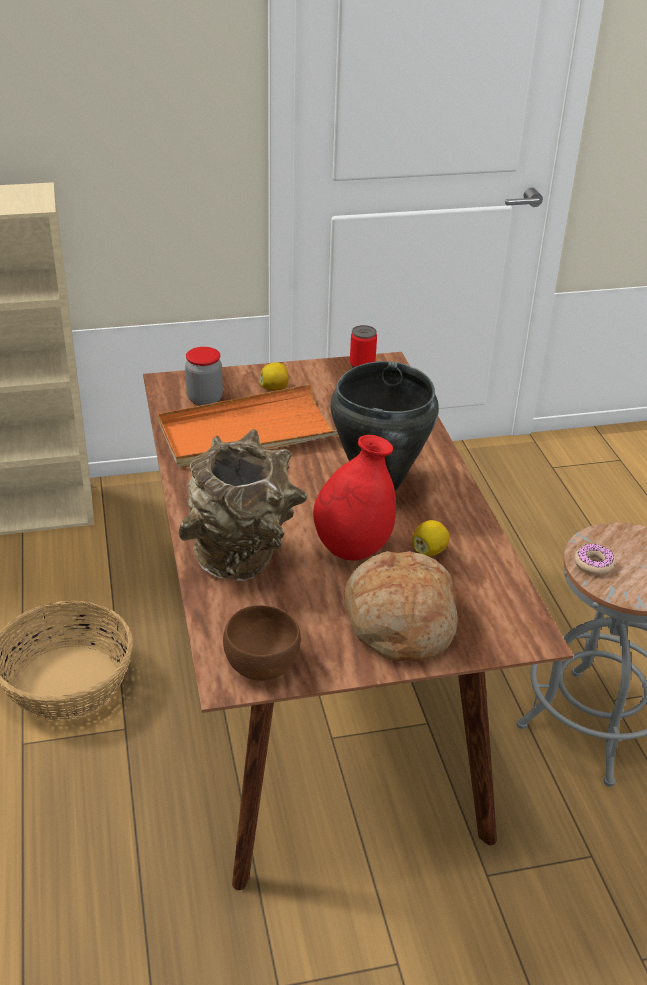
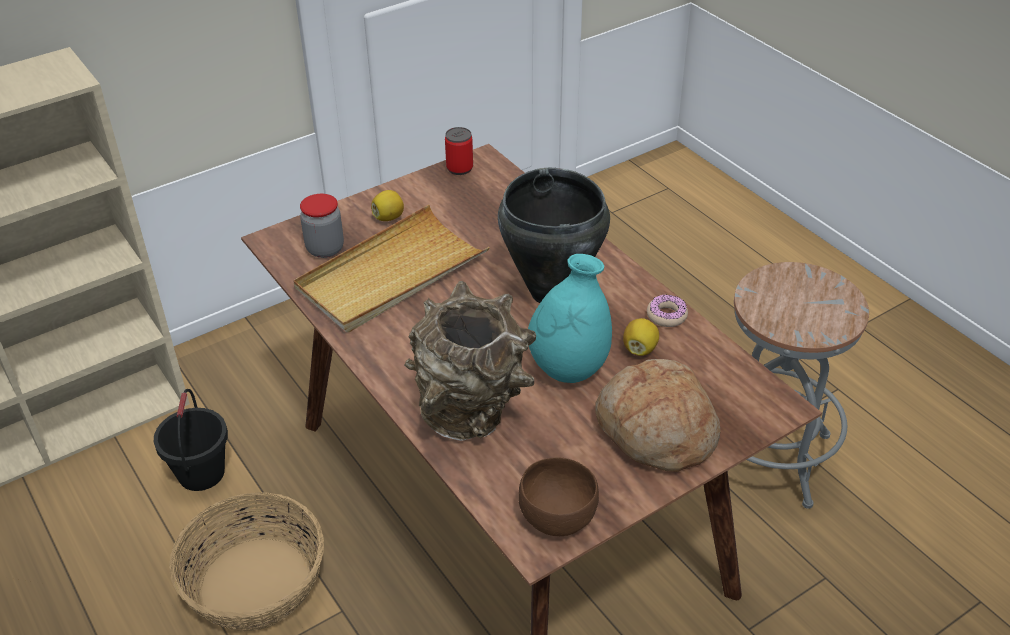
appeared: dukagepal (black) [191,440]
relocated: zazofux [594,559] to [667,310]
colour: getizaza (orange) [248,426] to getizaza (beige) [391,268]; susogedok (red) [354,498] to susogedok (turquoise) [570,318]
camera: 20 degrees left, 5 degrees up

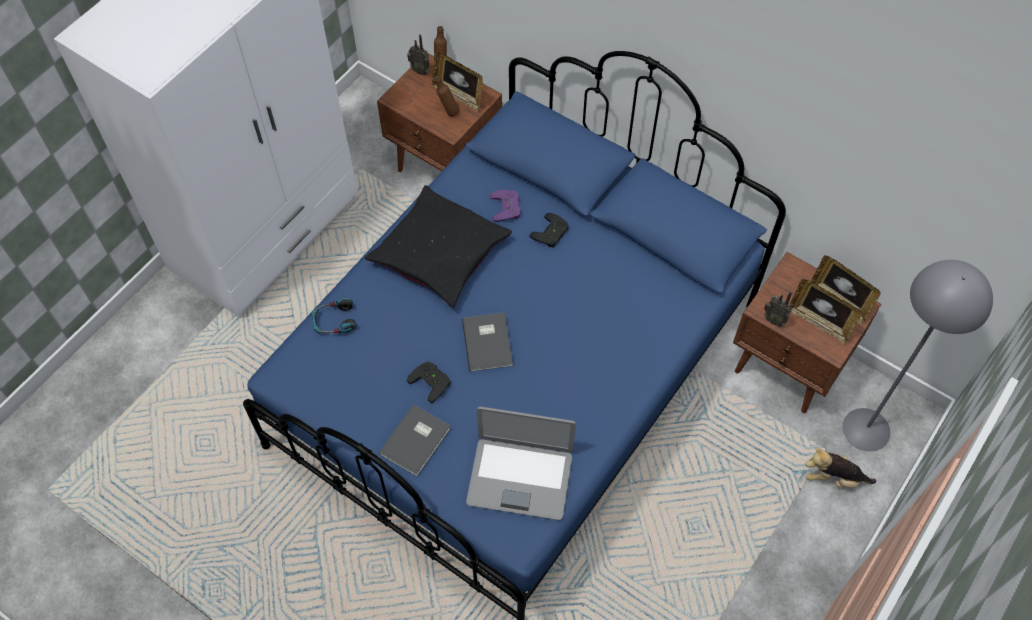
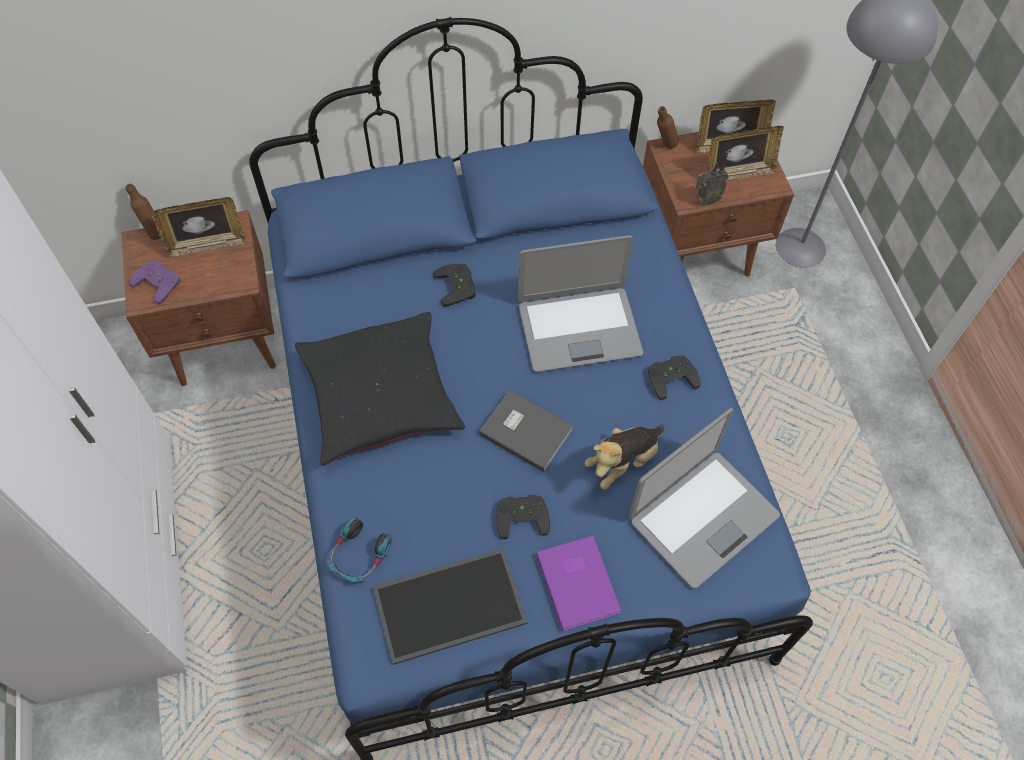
missing: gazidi [418,54]
appeared: getizaza [450,606]; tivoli [580,303]; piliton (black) [674,378]
relocated: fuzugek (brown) [447,96] to [668,127]; piliton (purple) [505,206] to [155,282]; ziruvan [840,467] to [625,457]
colour: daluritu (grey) [415,440] to daluritu (purple) [578,583]
camera: 50 degrees left, 0 degrees up

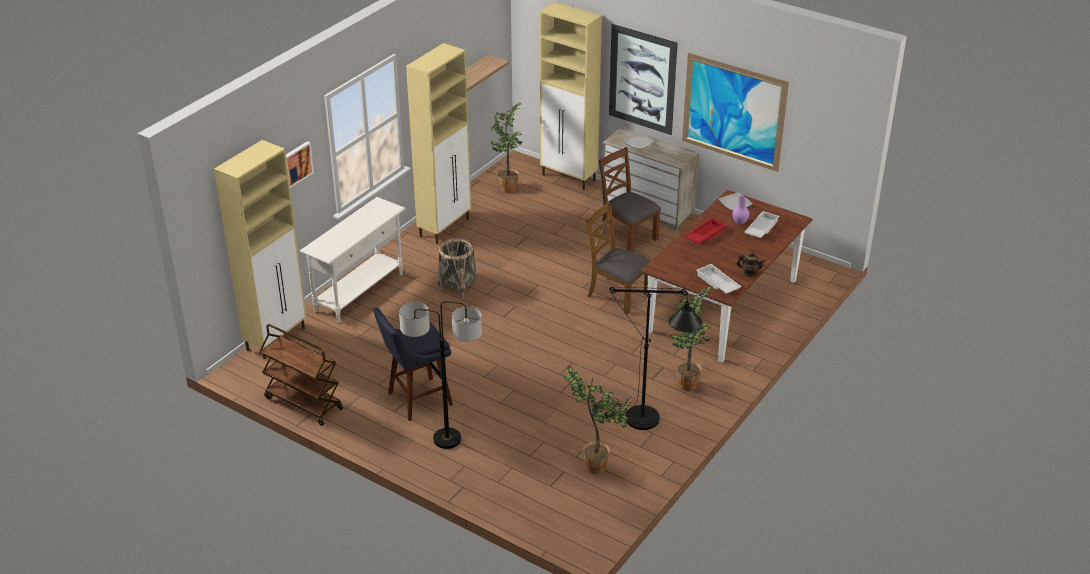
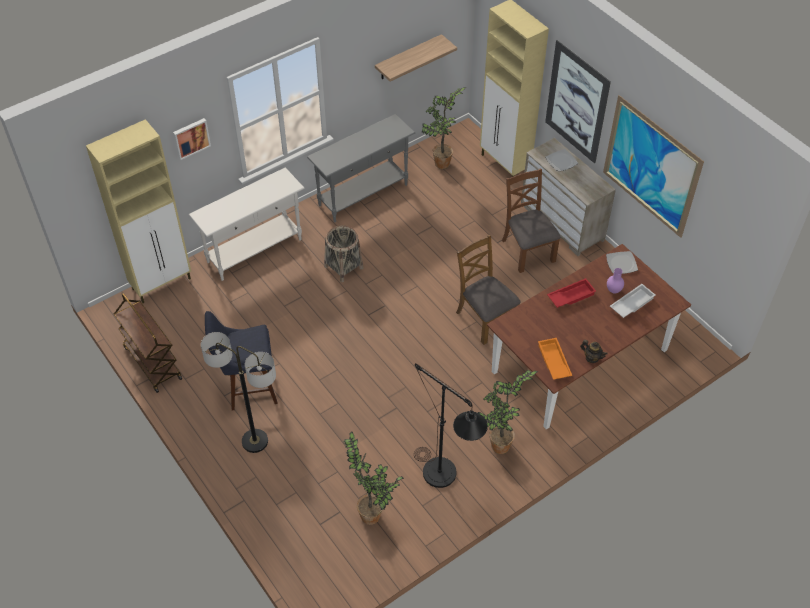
exchanged: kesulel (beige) [438,143] to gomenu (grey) [361,168]
colour: getizaza (white) [719,279] to getizaza (orange) [555,359]
camera: 20 degrees right, 15 degrees up

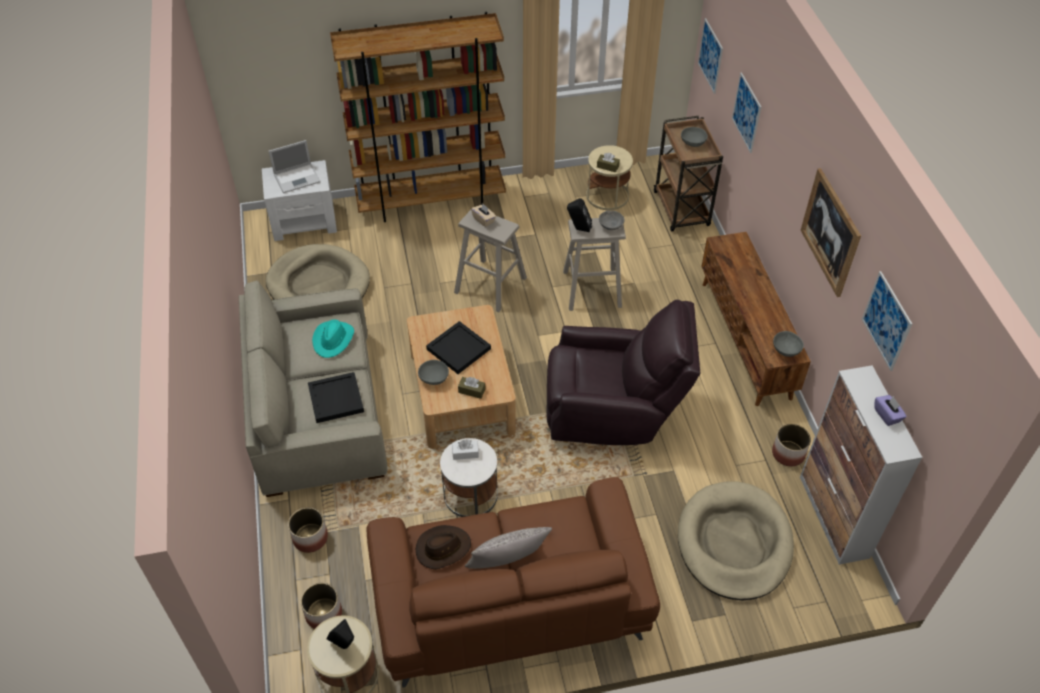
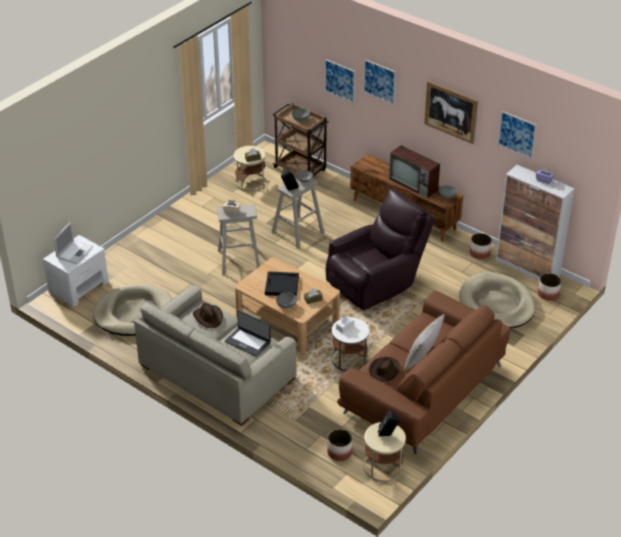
missing: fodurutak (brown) [418,117]
appeared: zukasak [414,172]
relocated: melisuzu [308,530] to [549,287]; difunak [710,56] to [379,82]
exchanged: getizaza (black) [336,397] to tivoli [248,333]
colour: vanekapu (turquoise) [333,338] to vanekapu (brown) [208,315]
camera: 40 degrees left, 10 degrees down

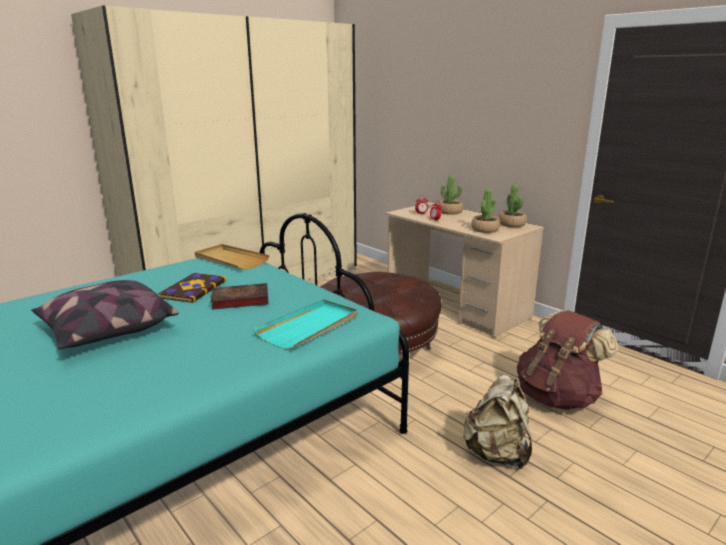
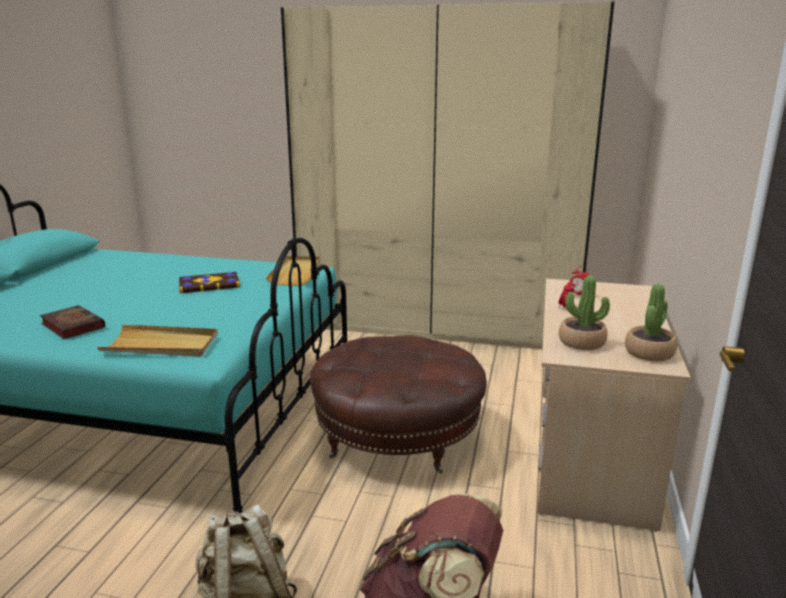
missing: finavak [105,314]; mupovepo [450,195]
relocated: daluritu [240,296] to [72,322]
colour: getizaza (turquoise) [305,324] to getizaza (beige) [157,341]
camera: 55 degrees right, 0 degrees up

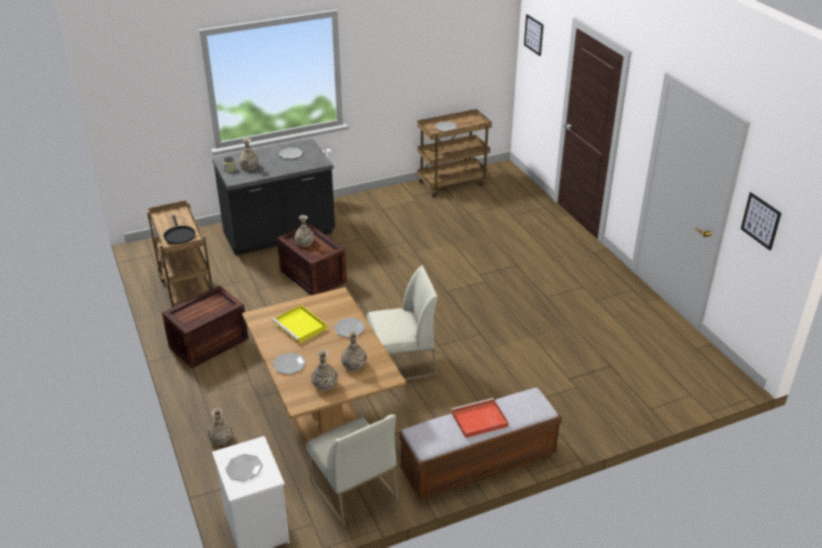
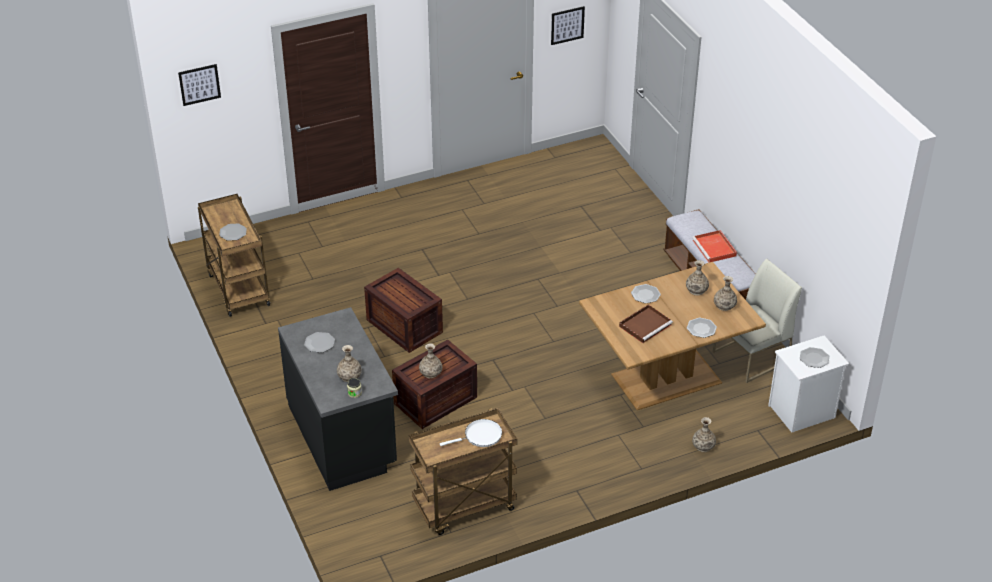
missing: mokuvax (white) [402,323]
relocated: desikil [205,326] to [403,310]
colour: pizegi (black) [179,229] to pizegi (white) [471,433]; getizaza (yellow) [299,324] to getizaza (brown) [646,323]
camera: 90 degrees left, 5 degrees up

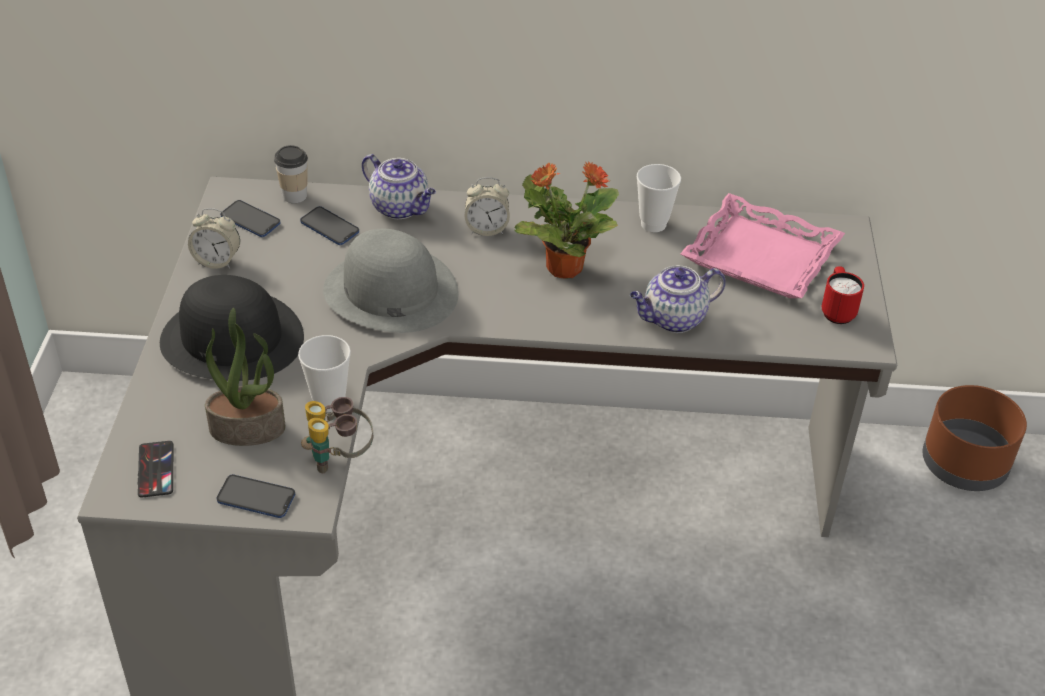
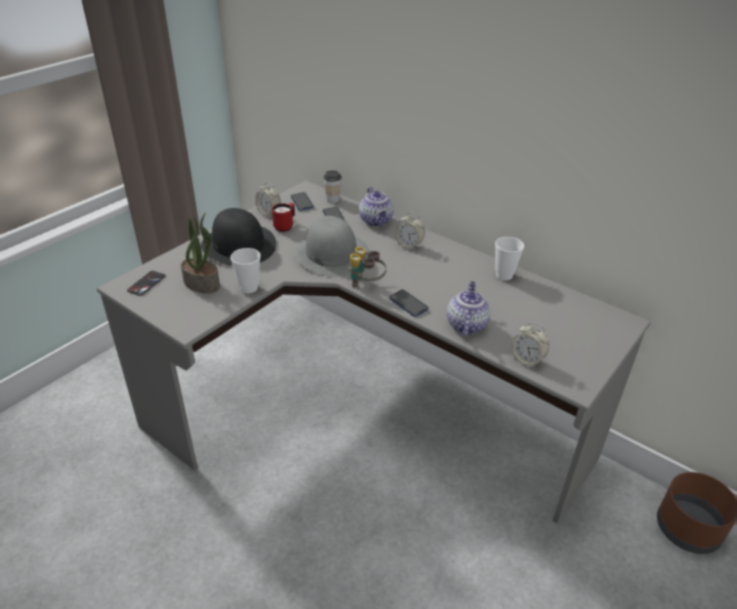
missing: mupovepo [566,220]; getizaza (pink) [762,245]
appeared: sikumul [530,345]
relocated: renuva [255,496] to [409,303]; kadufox [337,435] to [367,267]; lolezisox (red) [843,295] to [283,217]
spun: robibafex [678,299] = [468,308] 90 degrees clockwise
camera: 35 degrees right, 5 degrees down

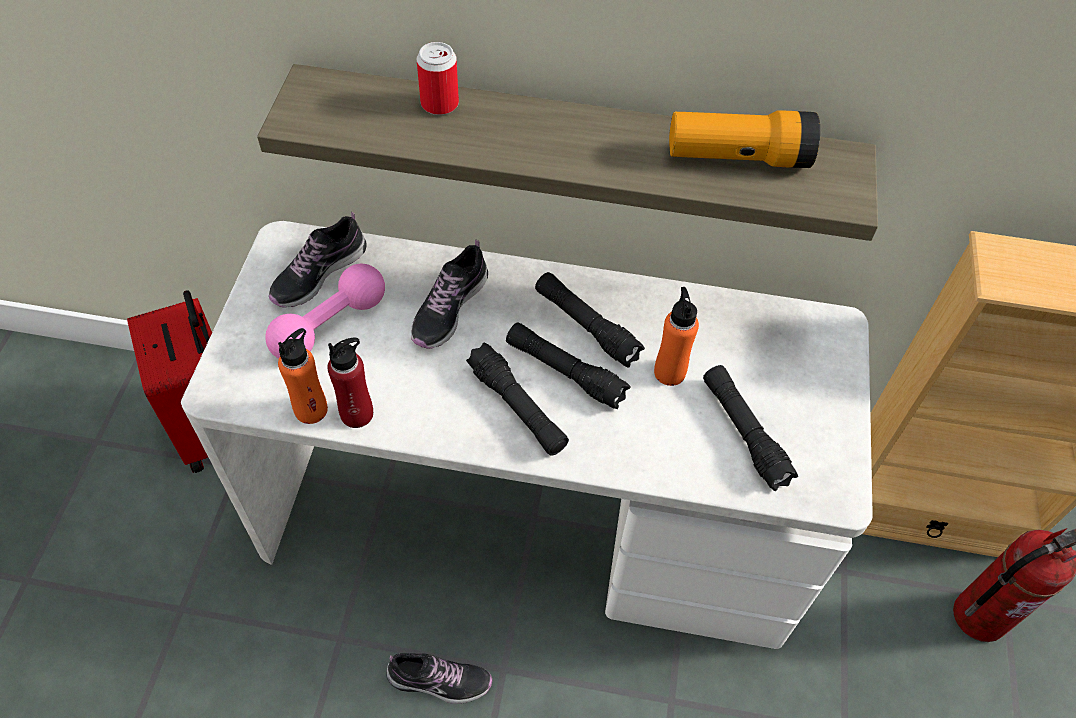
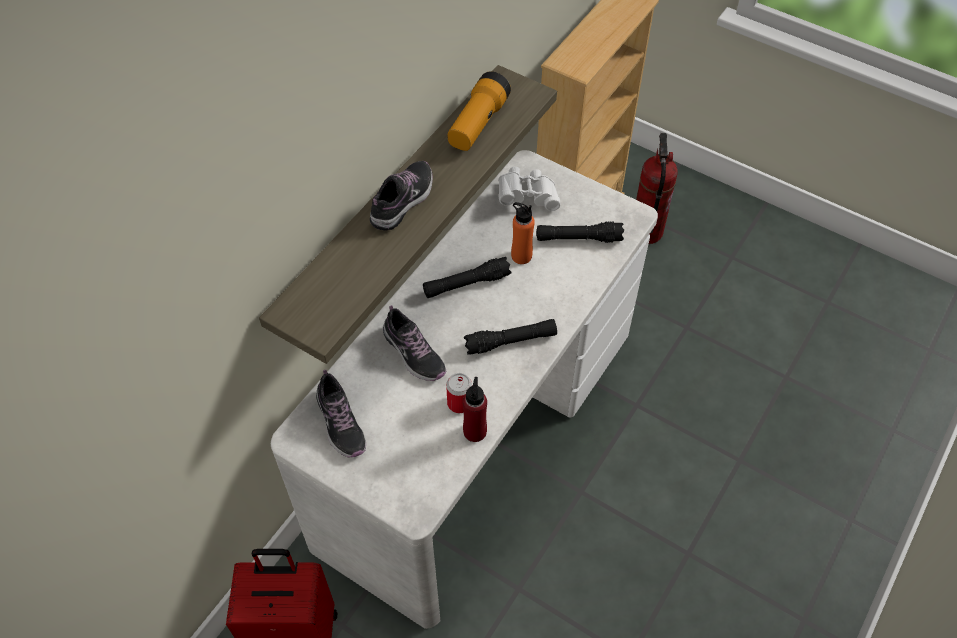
missing: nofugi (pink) [325,311]; fuzugek (orange) [303,376]; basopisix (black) [568,365]
appeared: kadufox (white) [529,189]
relocated: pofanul [439,678] to [401,196]; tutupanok [438,78] to [459,393]
camera: 65 degrees left, 0 degrees up

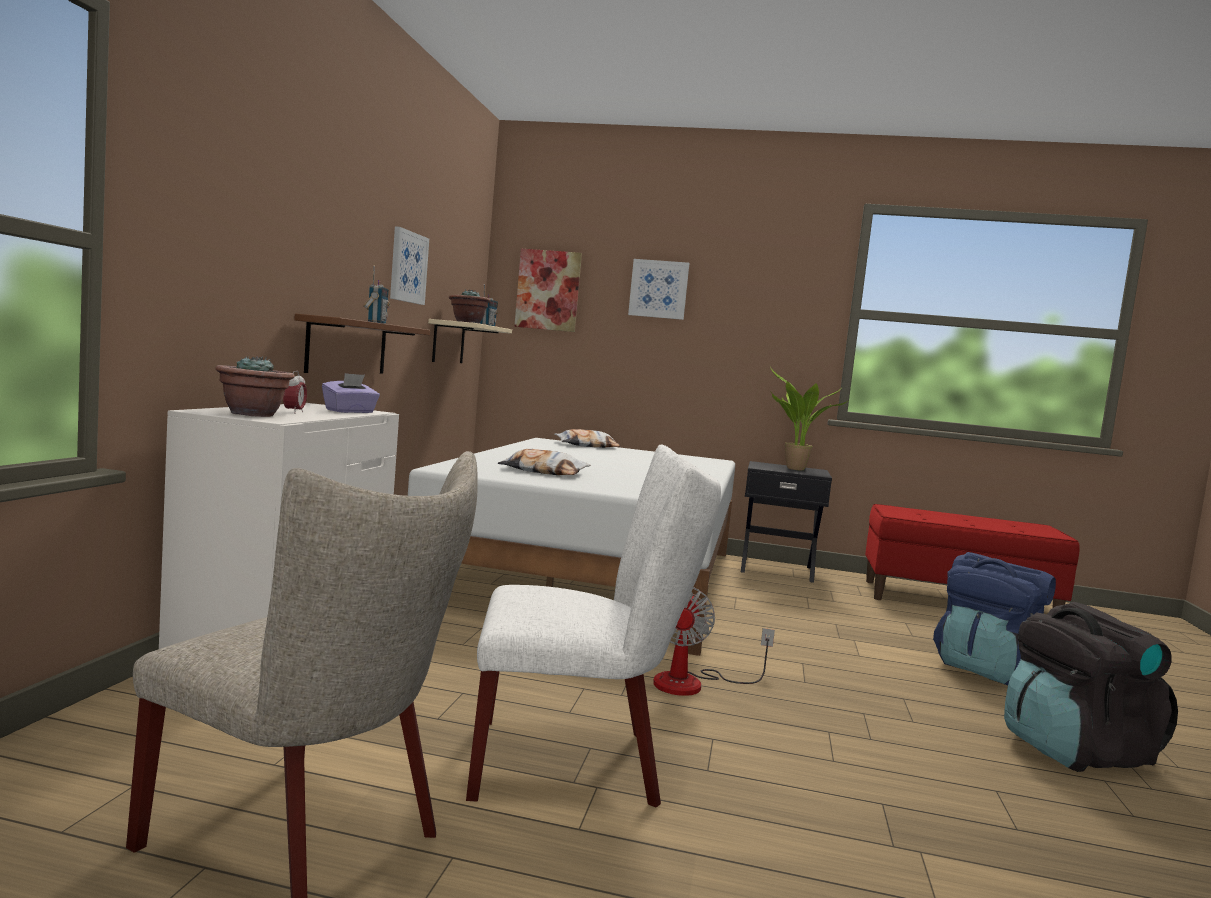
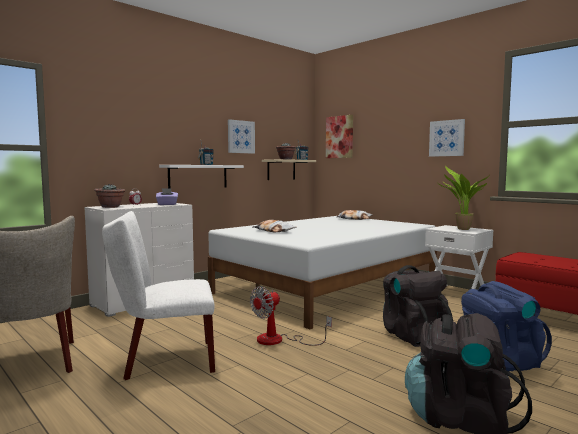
appeared: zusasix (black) [418,306]
relocated: difunak [658,289] to [447,138]
colour: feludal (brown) [362,344] to feludal (white) [201,177]; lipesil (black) [786,522] to lipesil (white) [459,257]
spun: mokuvax (white) [593,625] = [158,295] 135 degrees clockwise
camera: 35 degrees right, 0 degrees up

